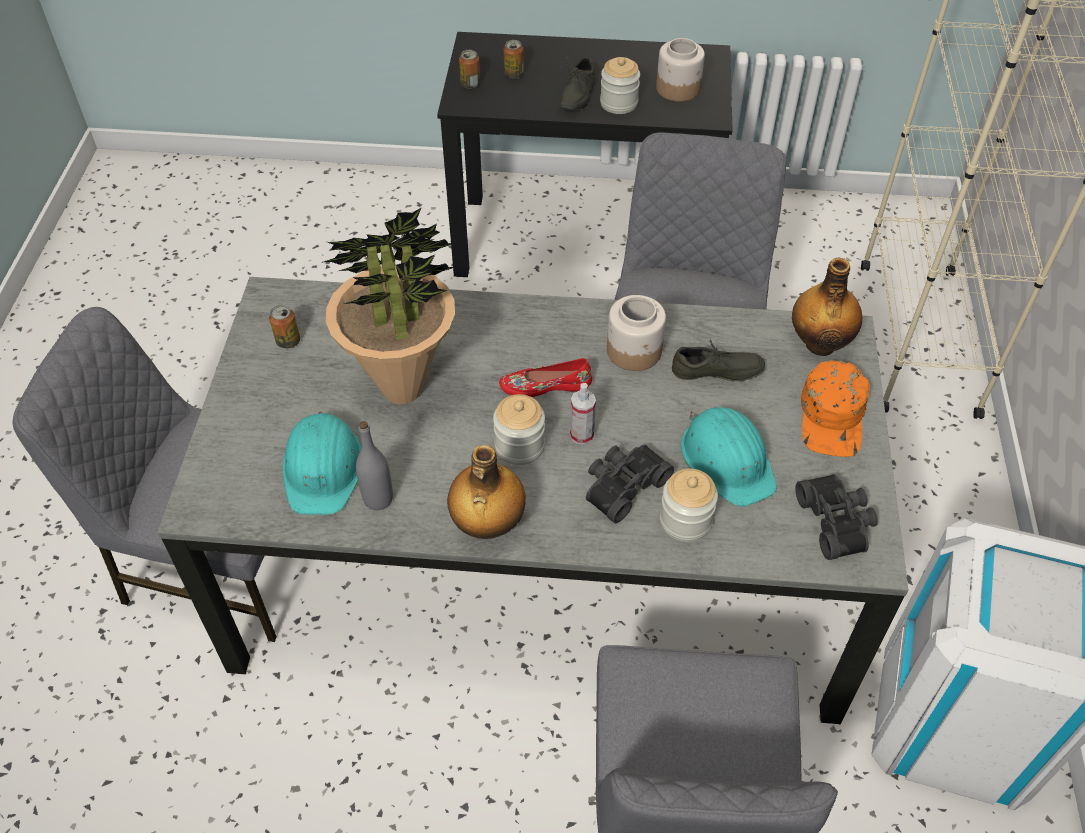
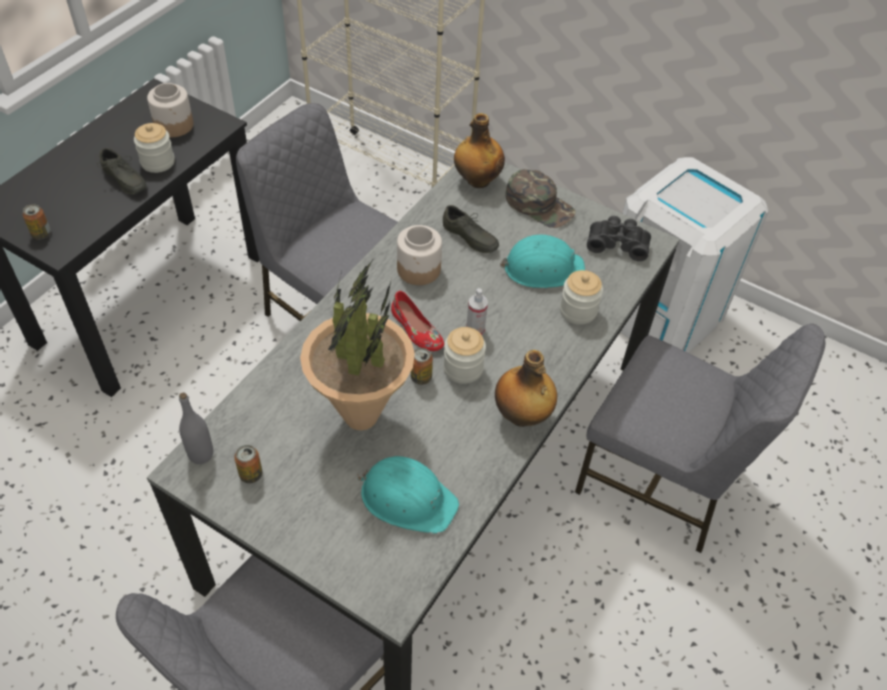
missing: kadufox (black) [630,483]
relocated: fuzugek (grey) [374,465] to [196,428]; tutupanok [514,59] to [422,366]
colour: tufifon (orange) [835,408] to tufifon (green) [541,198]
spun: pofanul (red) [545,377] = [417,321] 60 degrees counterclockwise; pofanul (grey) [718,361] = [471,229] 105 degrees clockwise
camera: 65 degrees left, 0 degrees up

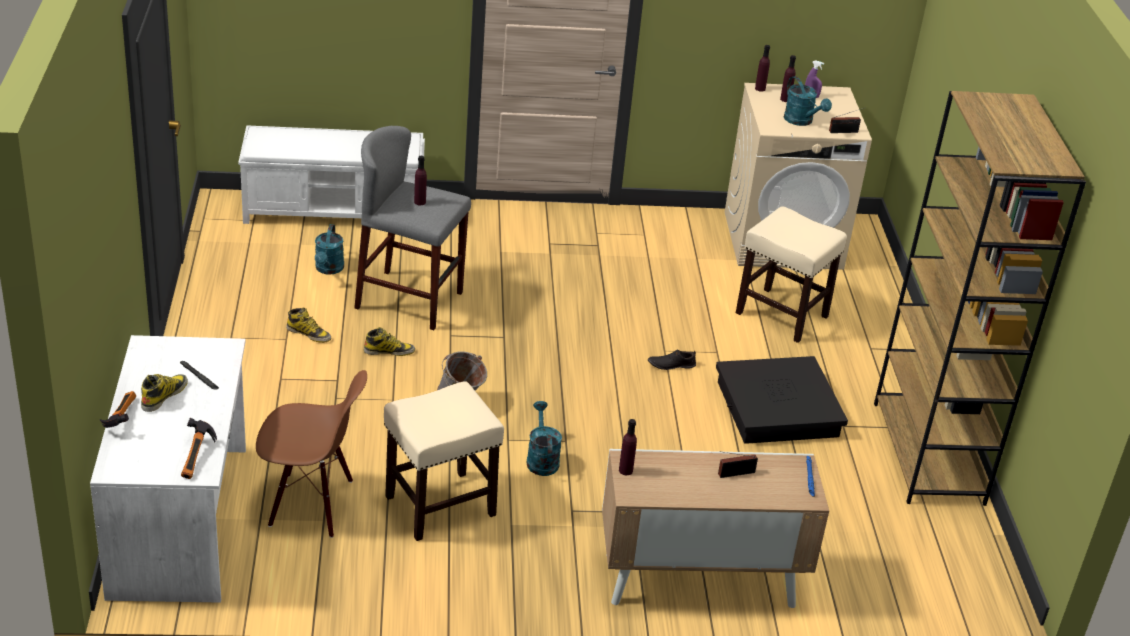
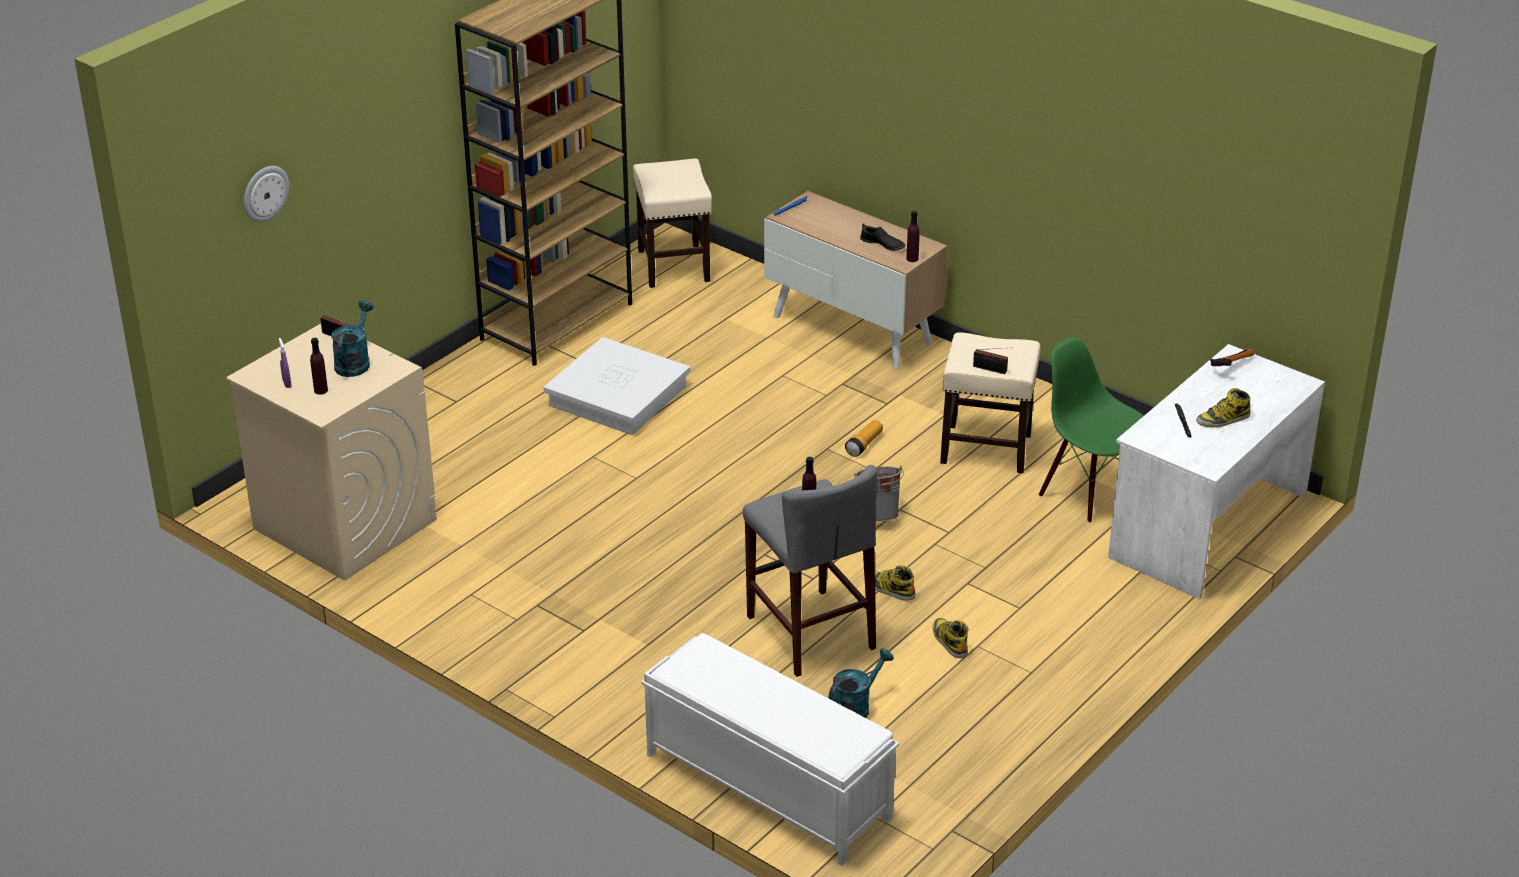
missing: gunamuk [118,409]; fuzugek (purple) [762,68]
appeared: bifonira [266,194]
relocated: pofanul (black) [672,360] to [882,237]; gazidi [738,464] to [992,360]; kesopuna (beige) [791,274] to [672,223]
exchanged: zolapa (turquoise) [544,438] to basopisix [864,438]
colour: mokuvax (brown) [311,454] to mokuvax (green) [1091,430]; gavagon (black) [782,400] to gavagon (white) [616,386]
camera: 135 degrees left, 0 degrees up

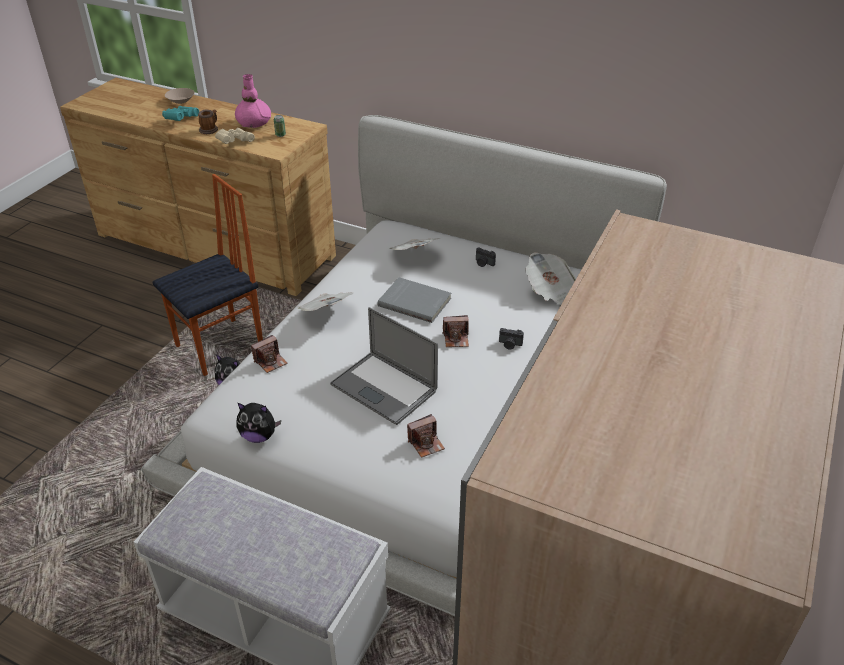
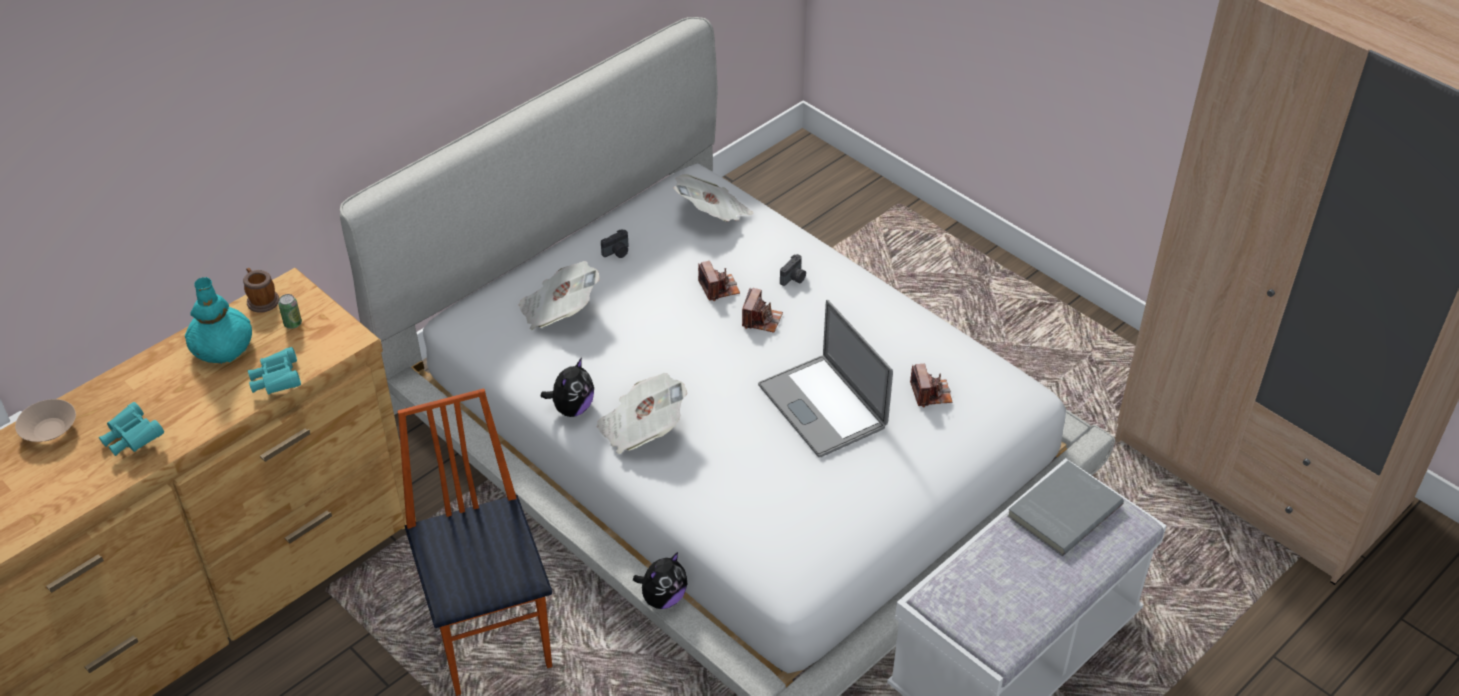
relocated: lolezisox [208,122] to [261,290]; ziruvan [259,423] to [567,387]; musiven [269,354] to [719,281]; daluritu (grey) [414,300] to [1066,508]
colour: kadufox (beige) [235,136] to kadufox (turquoise) [274,370]; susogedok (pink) [253,101] to susogedok (turquoise) [218,320]
spun: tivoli [384,366] = [825,379] 90 degrees clockwise
camera: 70 degrees left, 5 degrees up

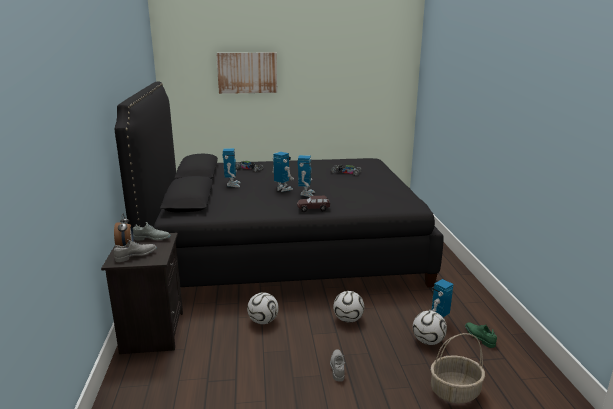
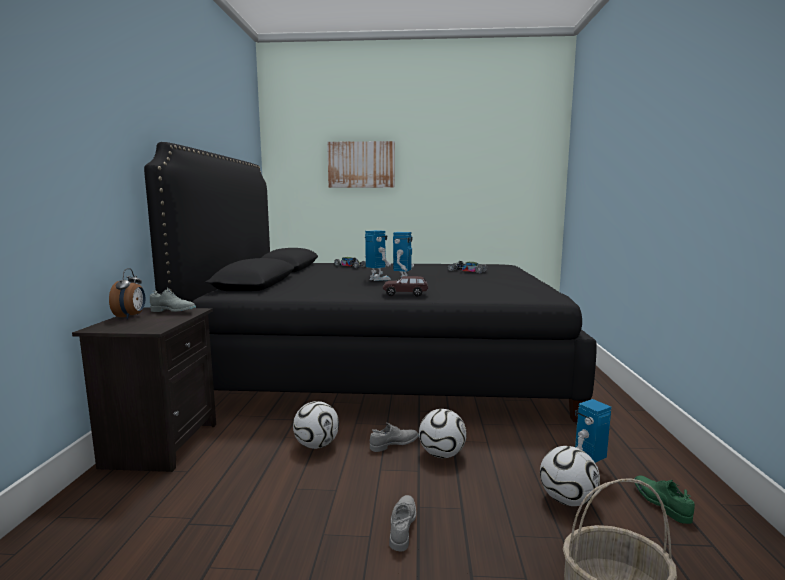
missing: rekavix [231,167]
relocated: pofanul (grey) [135,251] to [394,437]
camera: 10 degrees right, 10 degrees down

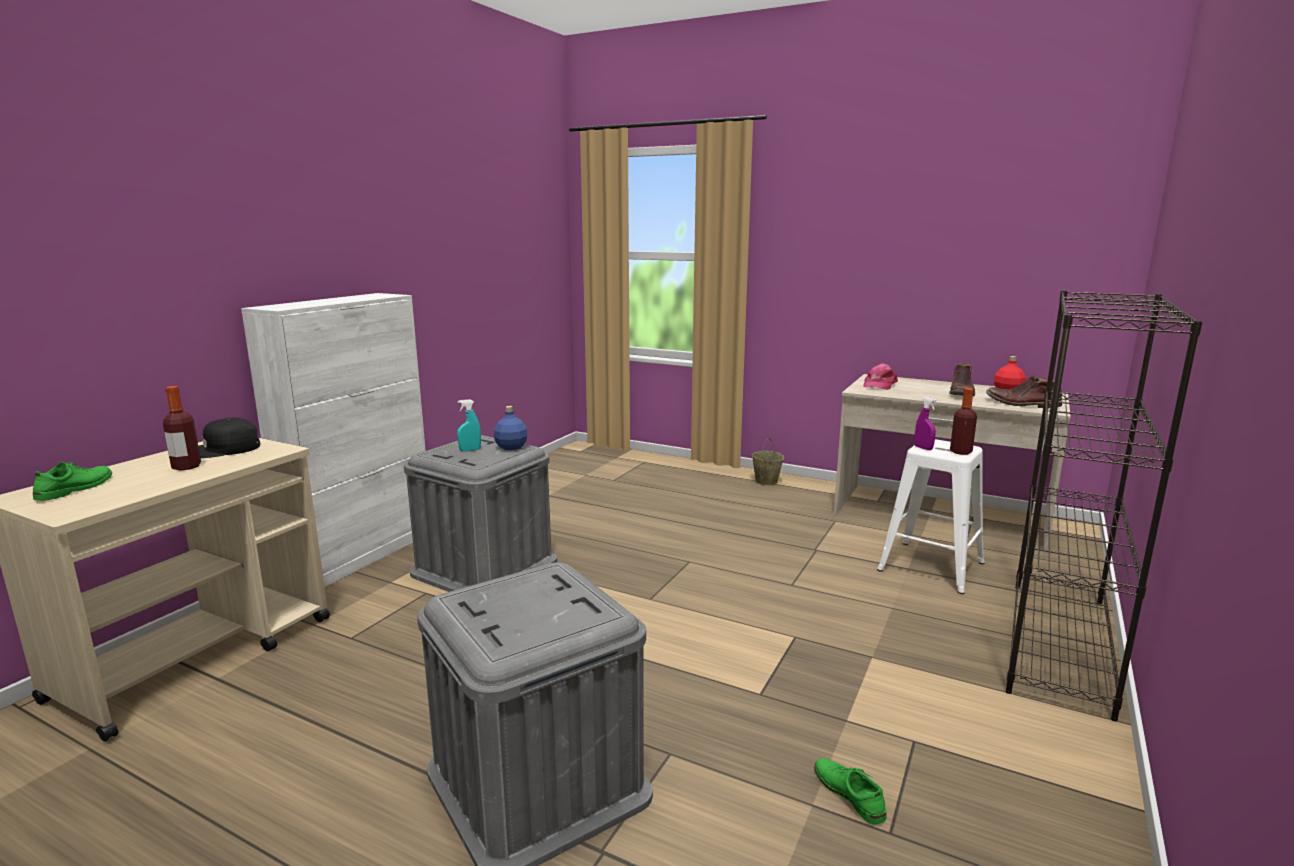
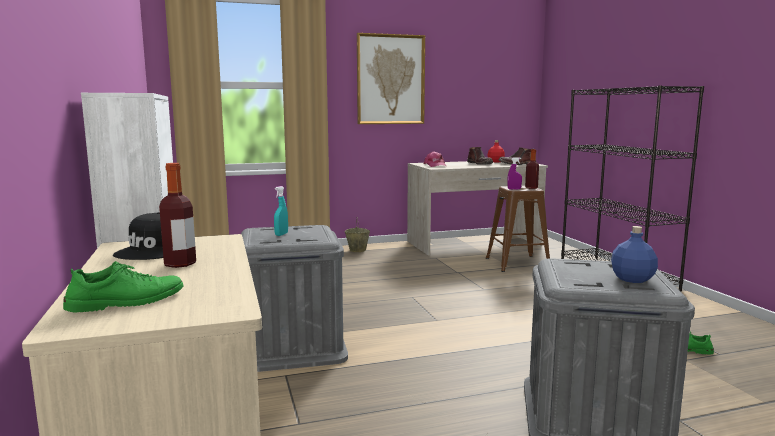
appeared: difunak [391,78]
relocated: fuzugek (blue) [510,428] to [634,254]
colour: kesopuna (white) [931,516] to kesopuna (brown) [518,229]
spun: pofanul (green) [72,481] = [123,286] 90 degrees clockwise
camera: 45 degrees left, 5 degrees down

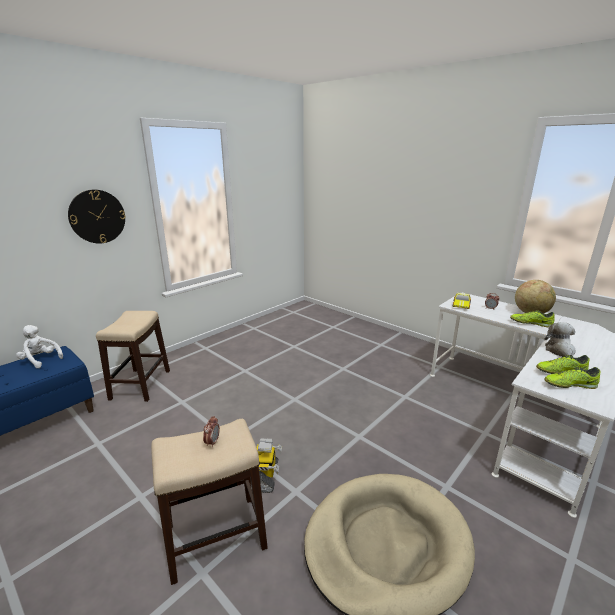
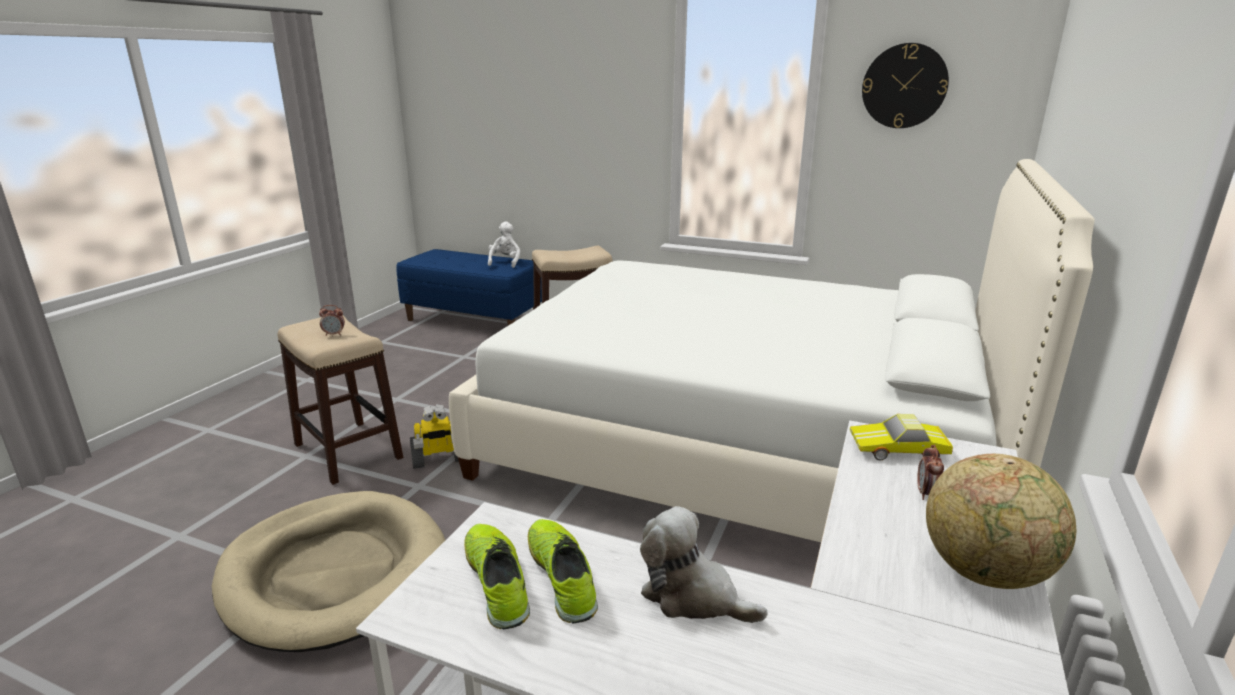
missing: pofanul [532,318]
appeared: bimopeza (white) [772,350]
relocated: bifonira [97,216] to [905,85]
spun: ziruvan [560,340] = [704,564] 135 degrees counterclockwise
camera: 70 degrees right, 0 degrees up

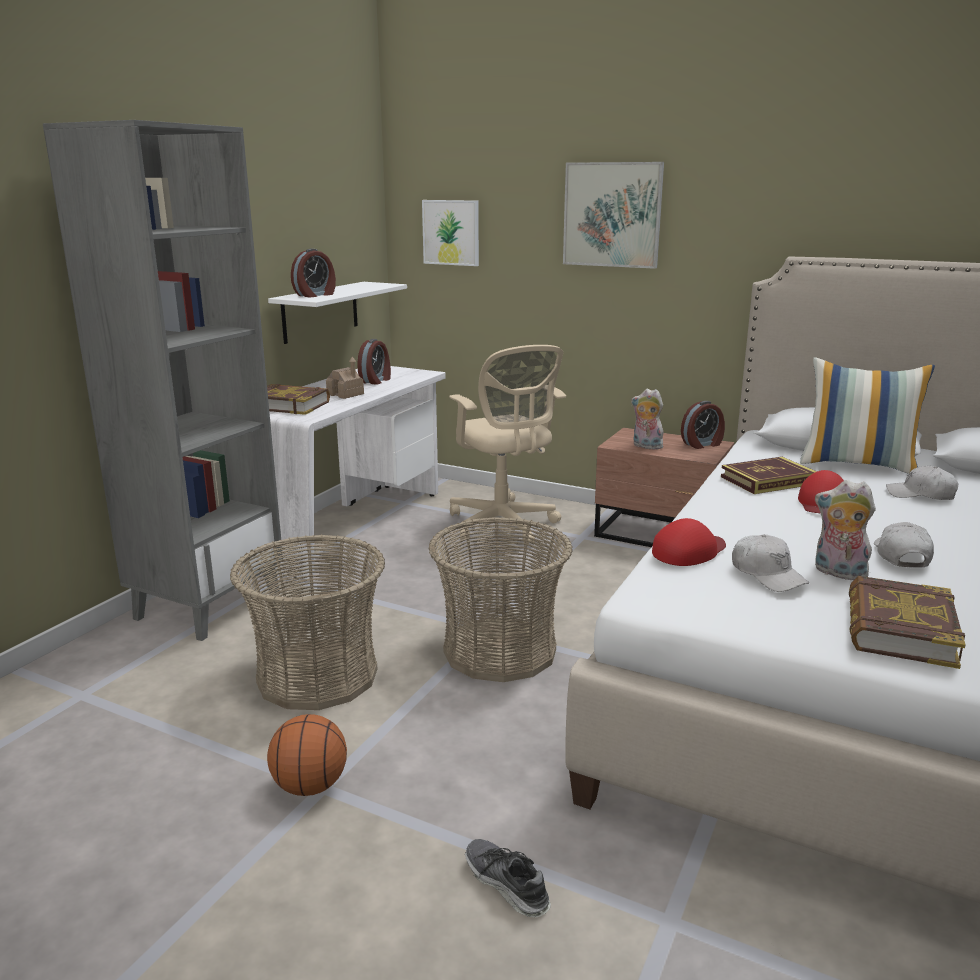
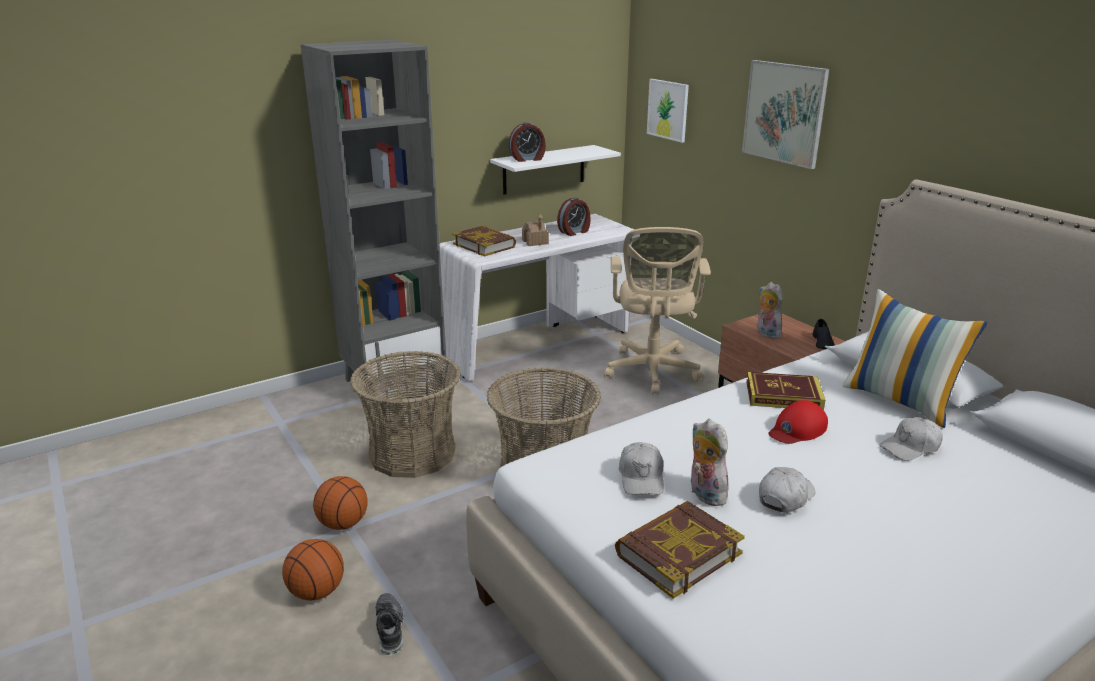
missing: tufifon (red) [689,542]
appeared: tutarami [313,569]
exchanged: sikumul [703,425] to pofanul (black) [824,333]
spun: tufifon (white) [922,483] = [911,439] 75 degrees counterclockwise
camera: 30 degrees right, 5 degrees up

